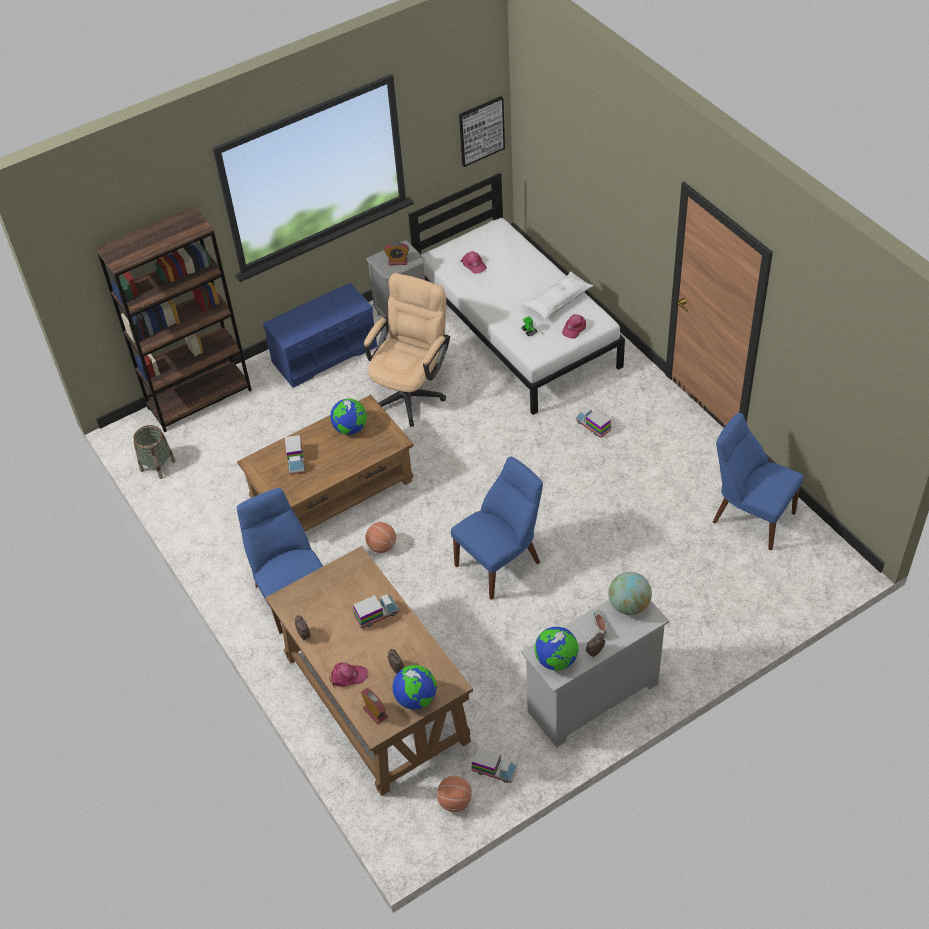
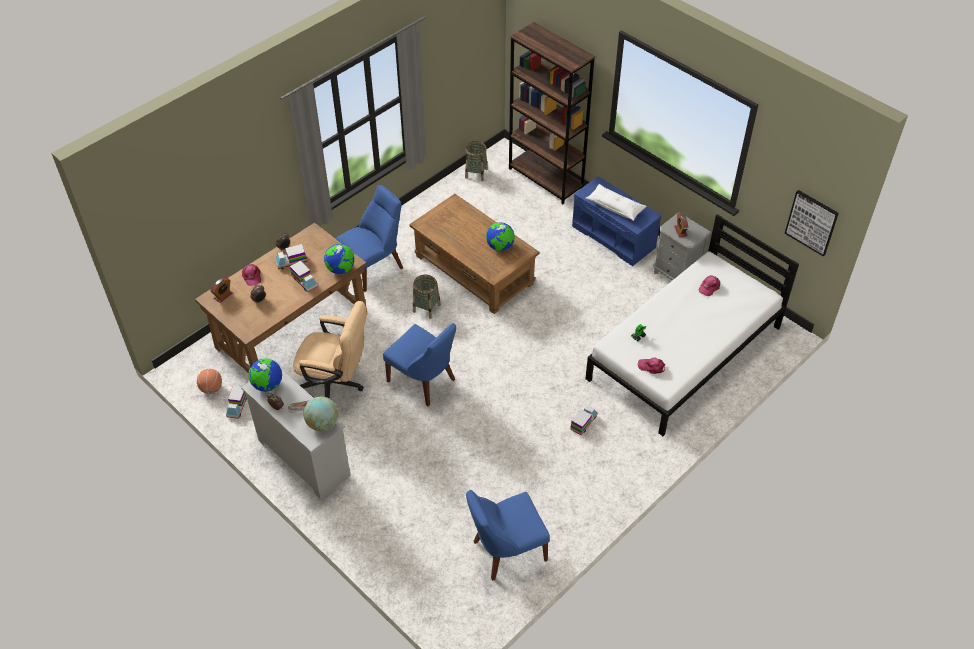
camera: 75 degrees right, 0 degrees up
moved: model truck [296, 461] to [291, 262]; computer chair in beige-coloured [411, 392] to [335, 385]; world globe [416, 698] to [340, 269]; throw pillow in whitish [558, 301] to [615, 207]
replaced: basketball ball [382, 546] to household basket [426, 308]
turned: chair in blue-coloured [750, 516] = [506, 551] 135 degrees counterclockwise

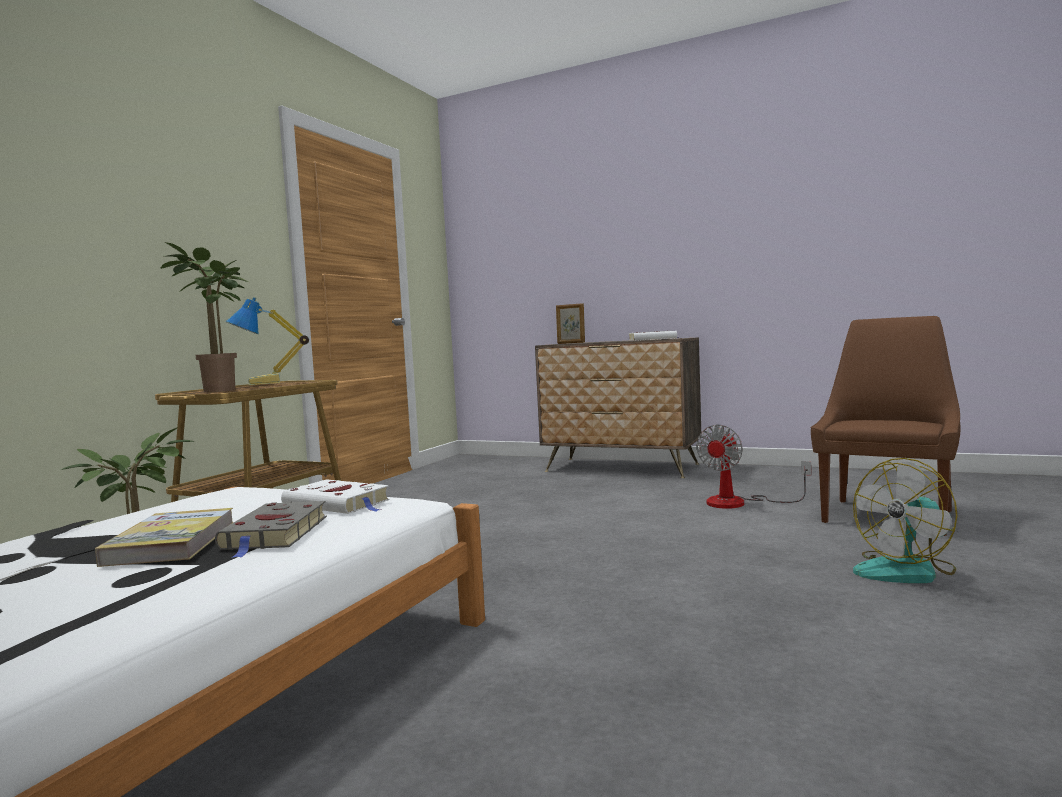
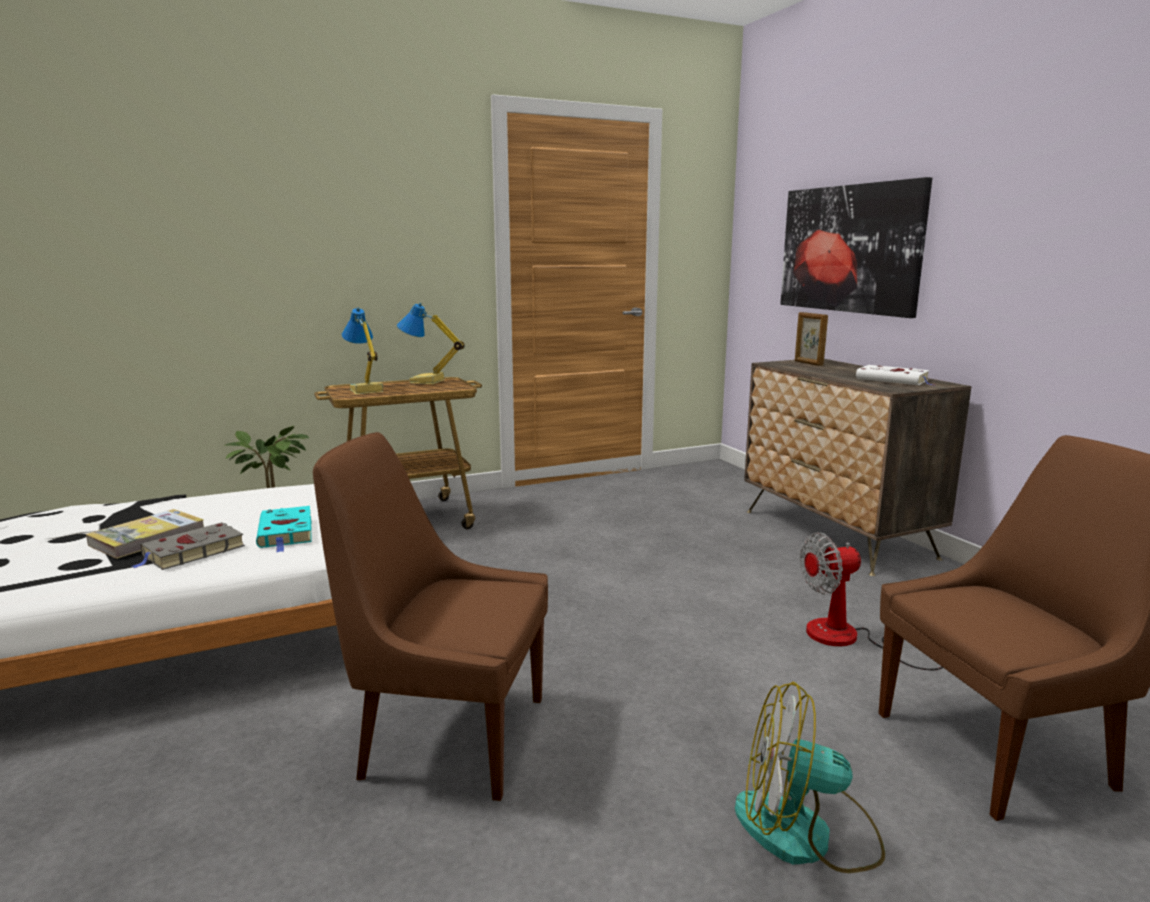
camera: 40 degrees right, 10 degrees up
added: chair in brown [447, 736]; picture [849, 249]
replaced: potted plant [220, 391] to lamp for a table [365, 391]
recoloured: book in whitish [339, 504] to book in turquoise-coloured [286, 533]

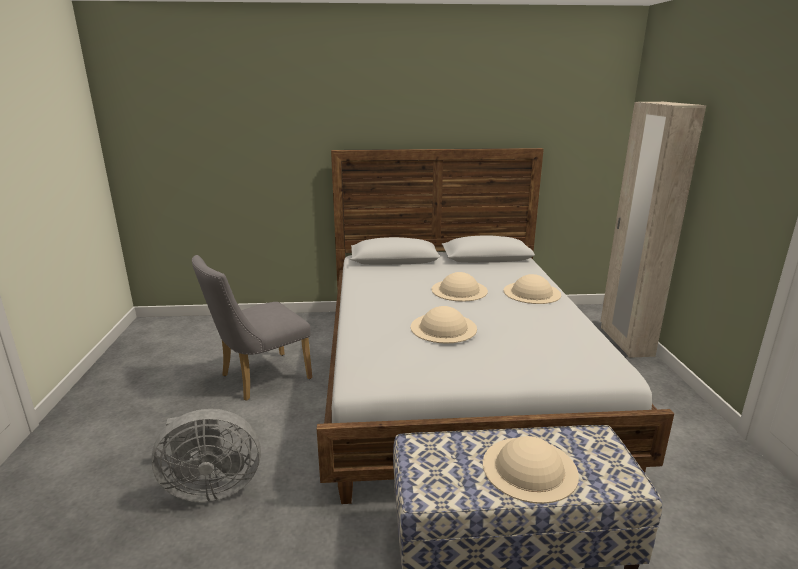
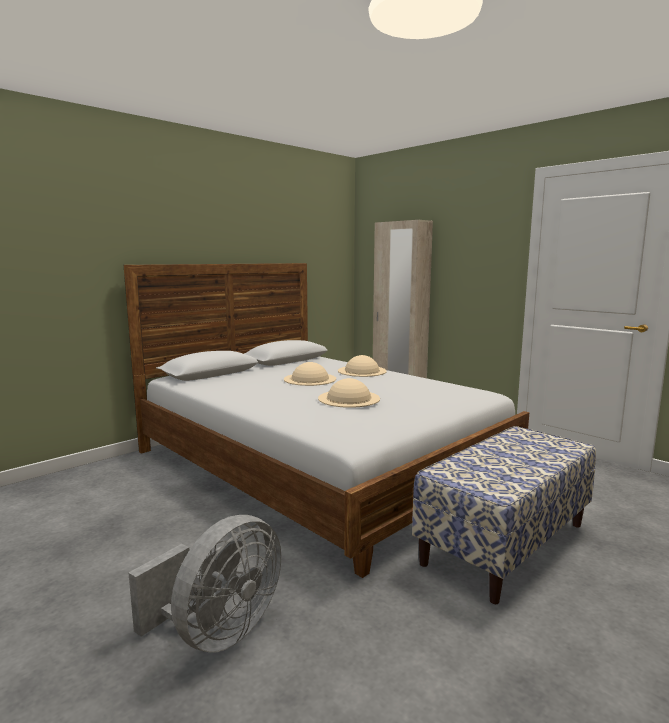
camera: 40 degrees left, 10 degrees down
removed: chair in grey [259, 378]; hat in beige-coloured [529, 468]

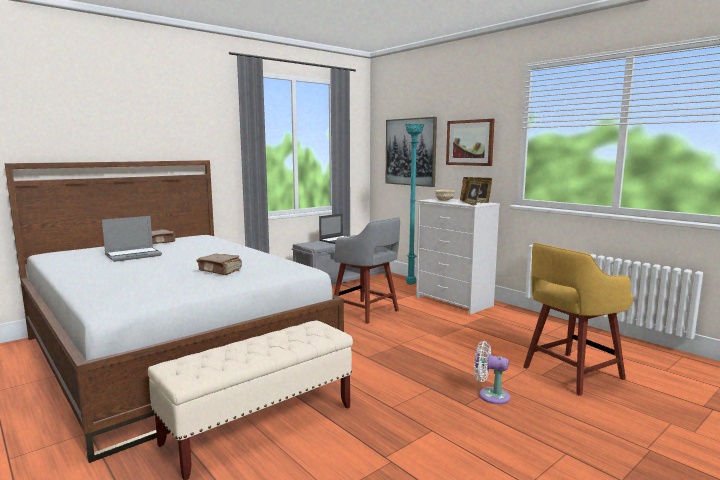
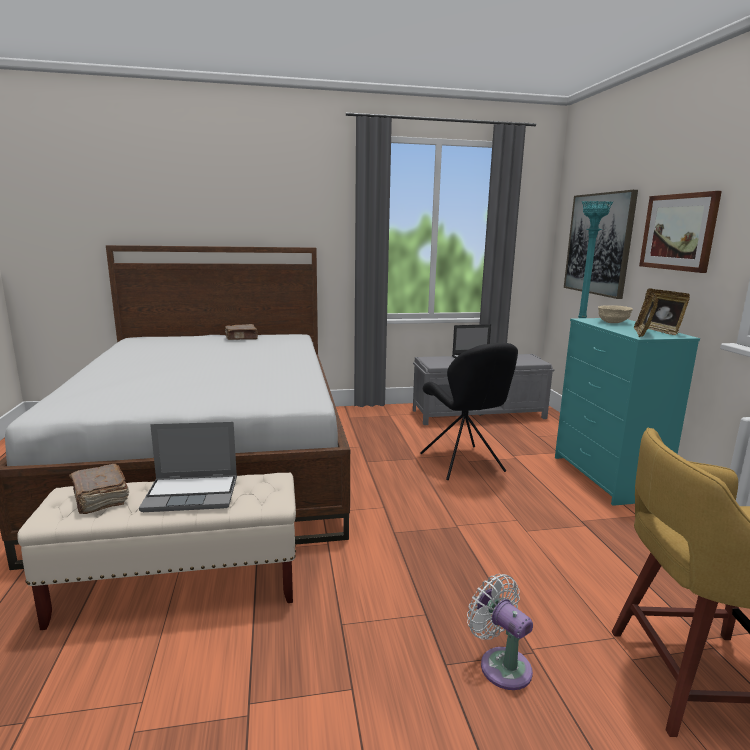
camera: 30 degrees right, 5 degrees up
moved: book in brown [220, 271] to [100, 498]; notebook computer [134, 255] to [193, 494]
replaced: stool seat in grey [366, 312] to chair in black [463, 464]
recoloured: chest of drawers in whitish [454, 301] to chest of drawers in turquoise-coloured [607, 478]

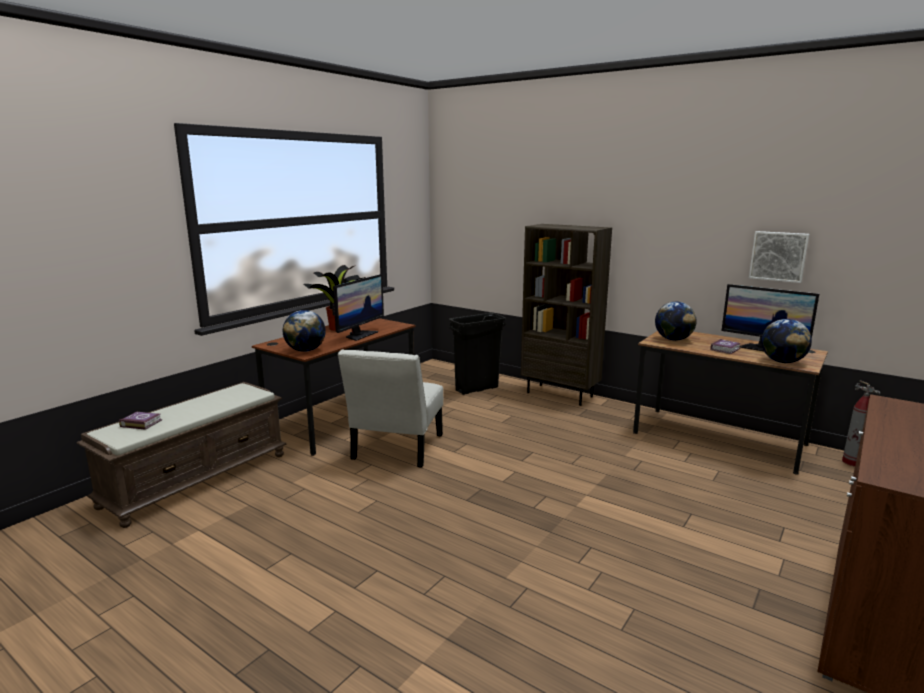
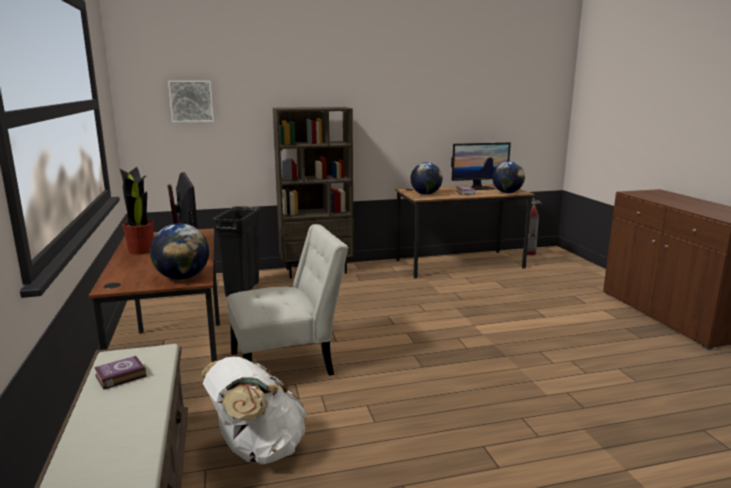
camera: 50 degrees left, 0 degrees up
added: knapsack in whitish [257, 450]
moved: book [141, 423] to [119, 376]; picture [778, 256] to [191, 101]
turned: chair in whitish [396, 449] = [288, 362] 75 degrees counterclockwise

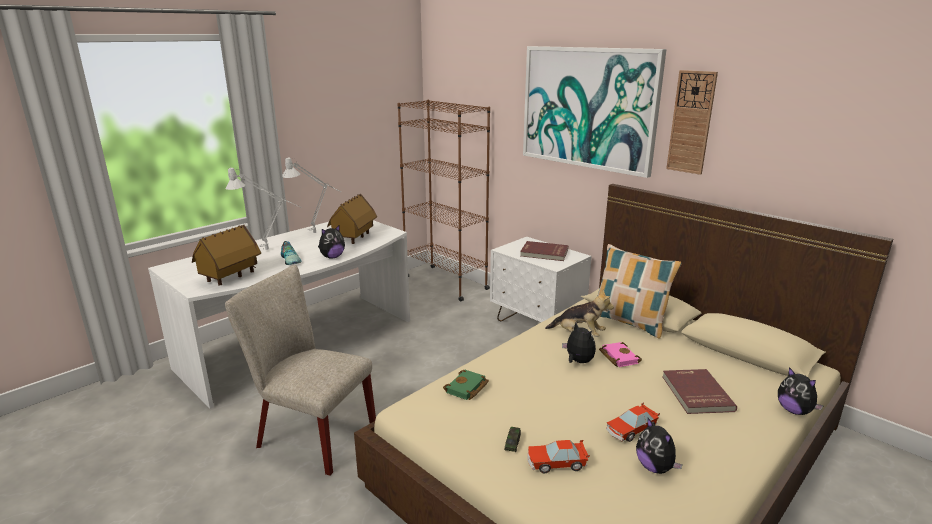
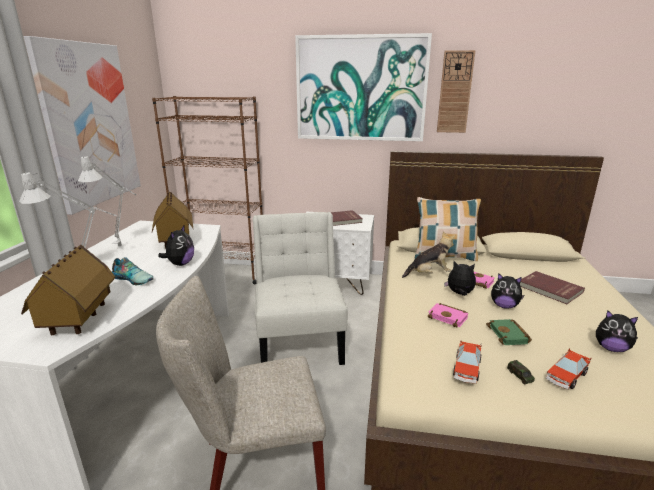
camera: 35 degrees left, 0 degrees up
added: picture [89, 125]; chair in whitish [299, 339]; book in pink-coloured [449, 317]
moved: miniature car [631, 430] to [466, 369]; book in green [467, 389] to [509, 335]; soft toy [794, 410] to [504, 306]

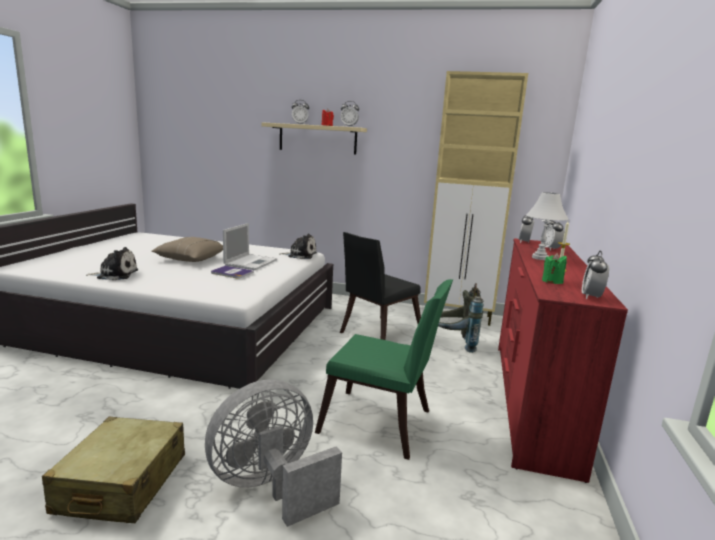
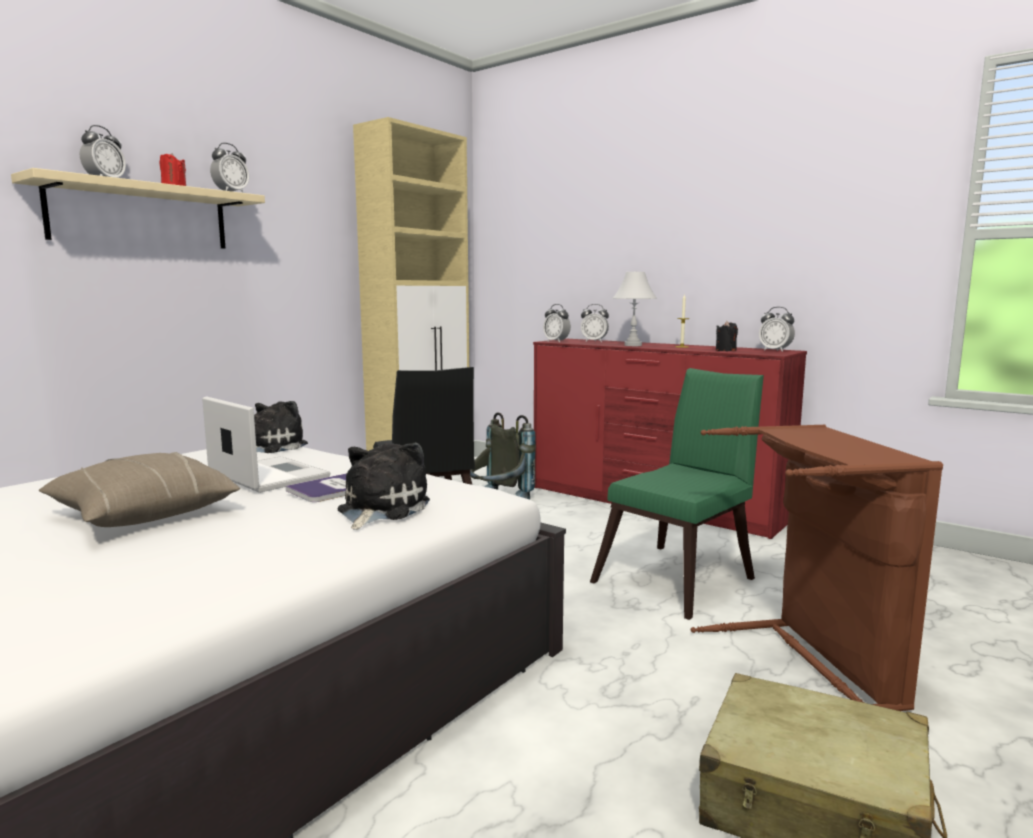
camera: 65 degrees left, 5 degrees down
moved: soft toy [115, 275] to [380, 509]
replaced: cooling fan in grey [271, 487] to hamper in brown [811, 666]
recoloured: candle in green [552, 281] to candle in black [725, 350]

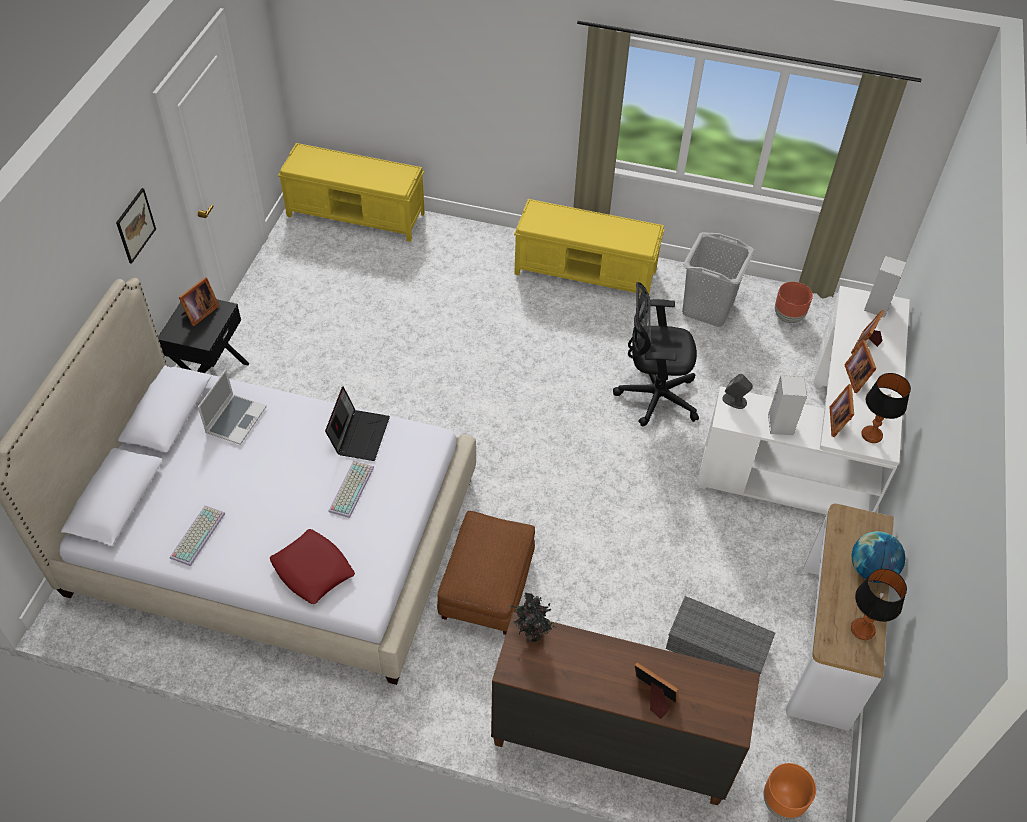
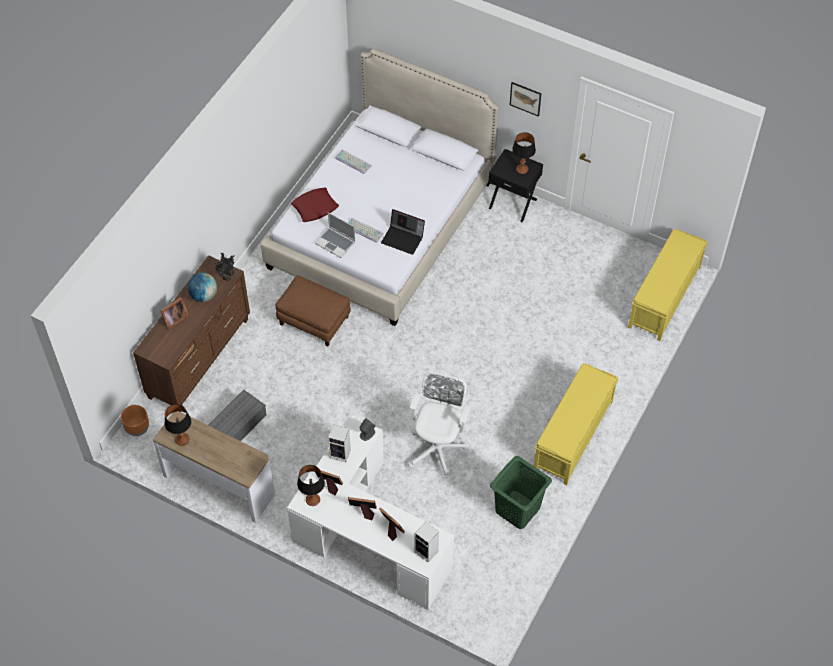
camera: 105 degrees right, 5 degrees up
removed: flower pot in brown [788, 317]
moved: world globe [871, 570] to [204, 295]; notebook computer [236, 419] to [336, 243]
replaced: photo frame [199, 313] to lamp for a table [522, 169]
recoloured: computer chair in black [653, 396] to computer chair in whitish [437, 447]; hamper in grey [708, 308] to hamper in green [517, 510]

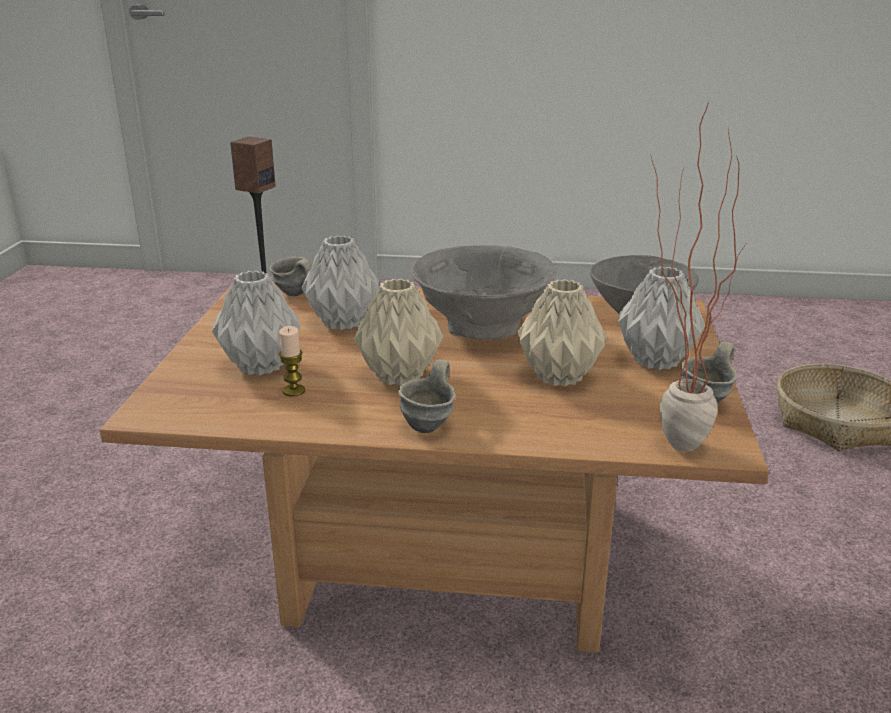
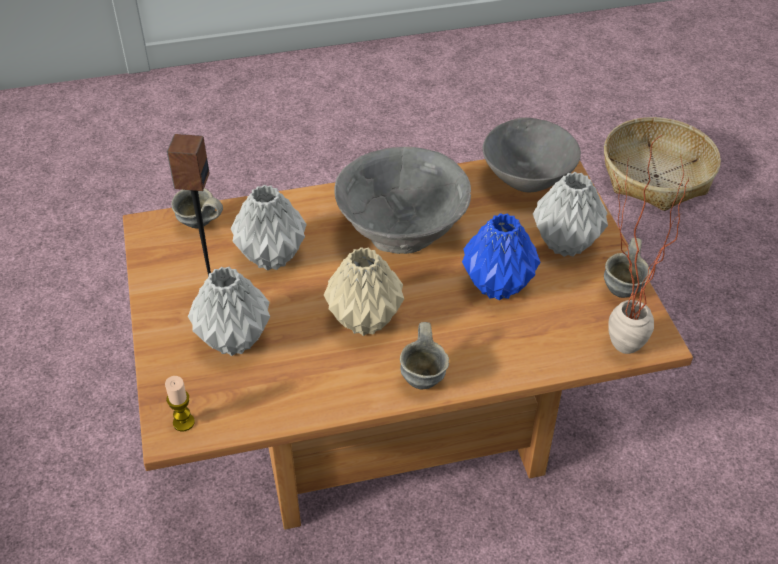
camera: 20 degrees left, 20 degrees up
moved: candle [294, 391] to [183, 422]
recoloured: decorative vase in beige-coloured [559, 376] to decorative vase in blue-coloured [497, 285]

